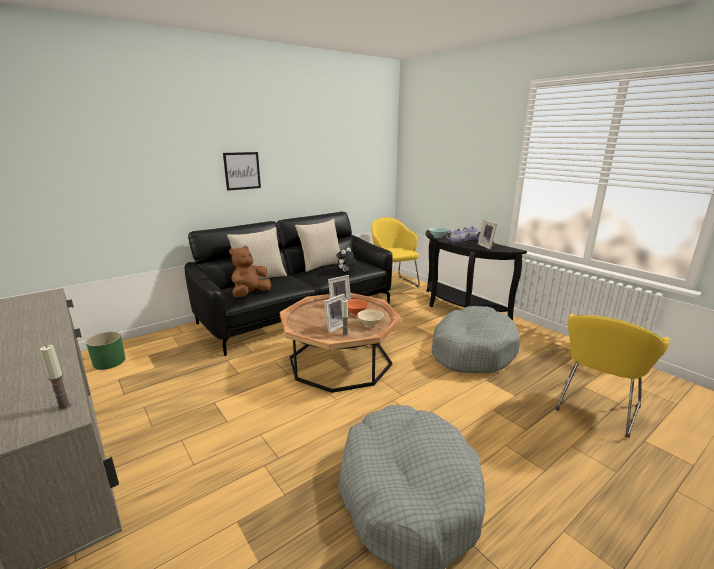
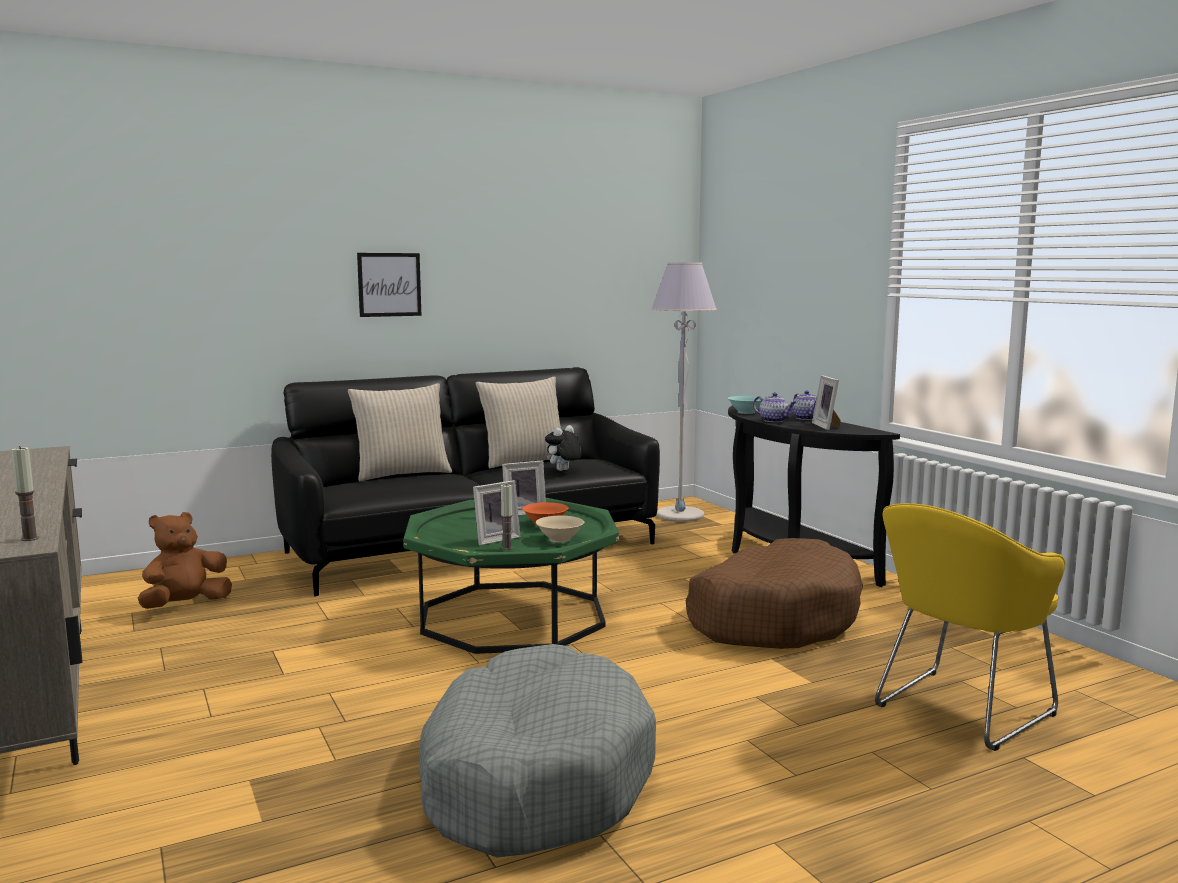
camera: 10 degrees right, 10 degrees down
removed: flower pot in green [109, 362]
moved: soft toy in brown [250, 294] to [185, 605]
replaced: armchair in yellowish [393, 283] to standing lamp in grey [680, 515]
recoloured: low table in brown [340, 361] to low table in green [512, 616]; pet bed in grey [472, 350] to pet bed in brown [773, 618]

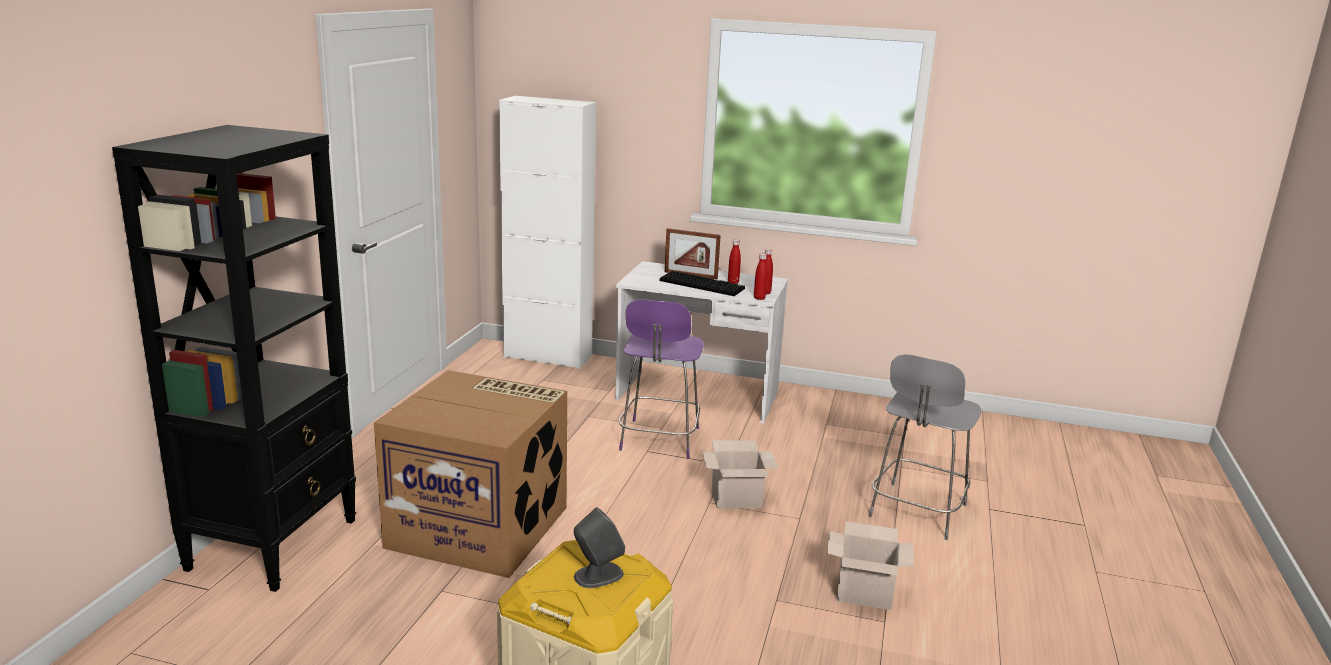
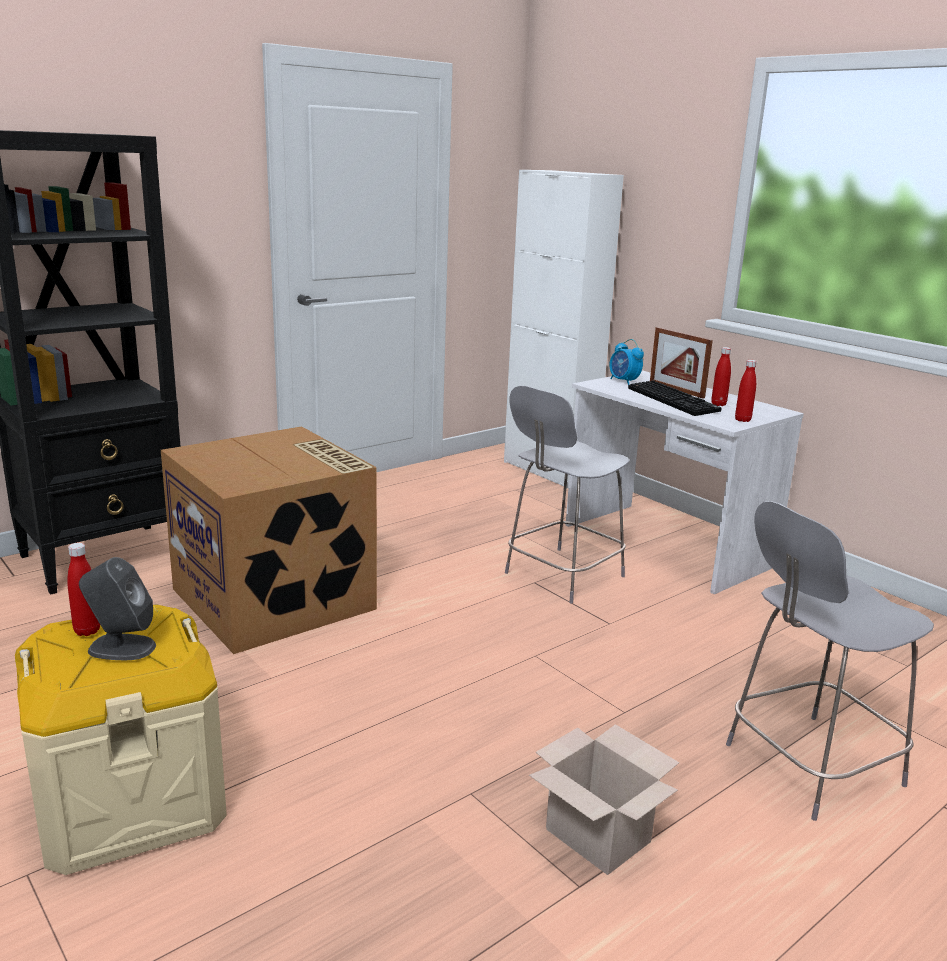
camera: 35 degrees right, 0 degrees up
removed: packing box [735, 499]
added: bedside clock [624, 381]
moved: beverage bottle in reddish [759, 298] to [87, 631]
recoloured: chair in purple-coloured [659, 440] to chair in grey [561, 576]

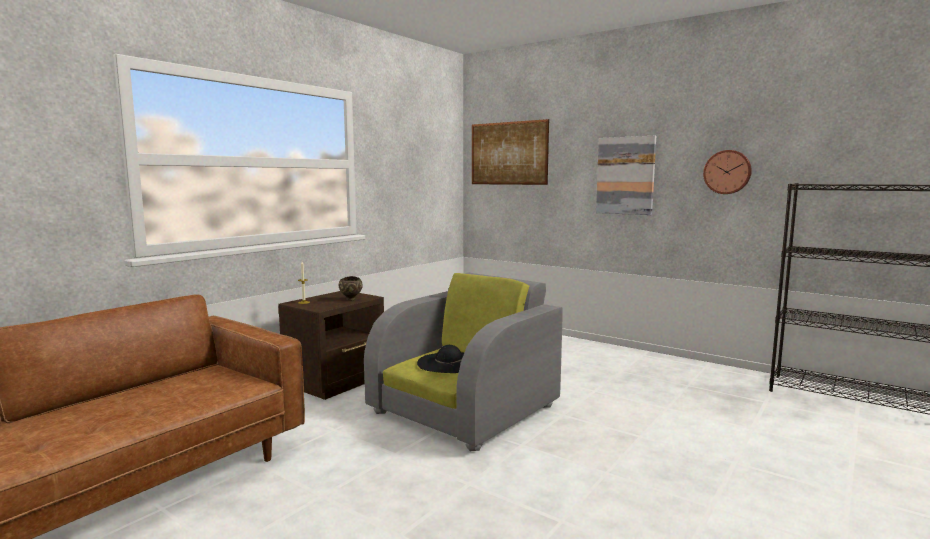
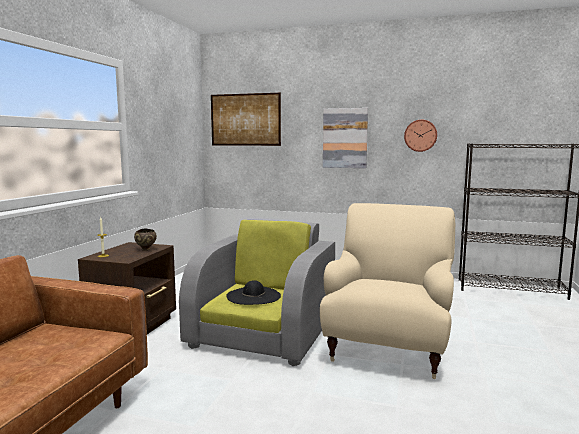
camera: 20 degrees left, 0 degrees up
added: armchair in beige-coloured [389, 349]

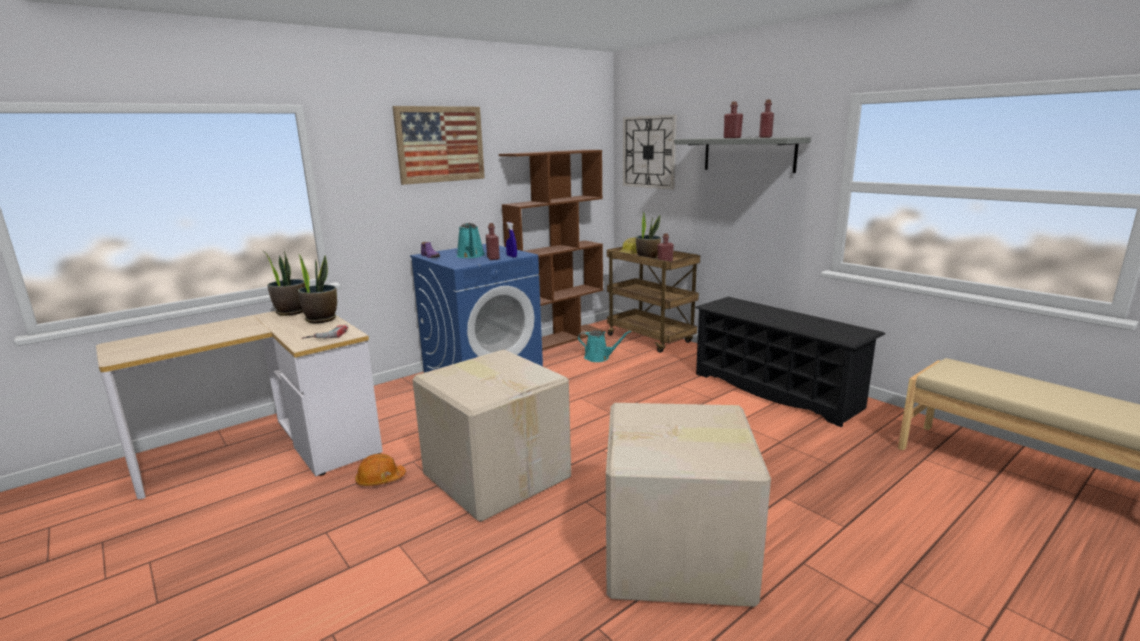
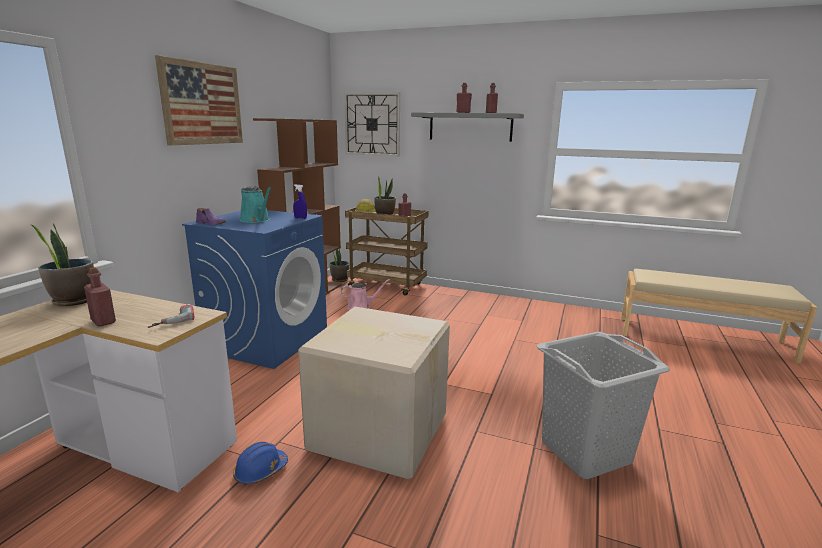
camera: 30 degrees left, 0 degrees up
removed: shoe shelf in black [776, 390]
moved: beverage bottle in reddish [493, 258] to [103, 321]; potted plant [321, 319] to [339, 280]
replaced: packing box [679, 556] to hamper in grey [586, 452]
recoloured: work helmet in orange [380, 479] to work helmet in blue-coloured [260, 471]; sprinkling can in turquoise-coloured [599, 358] to sprinkling can in pink-coloured [361, 307]

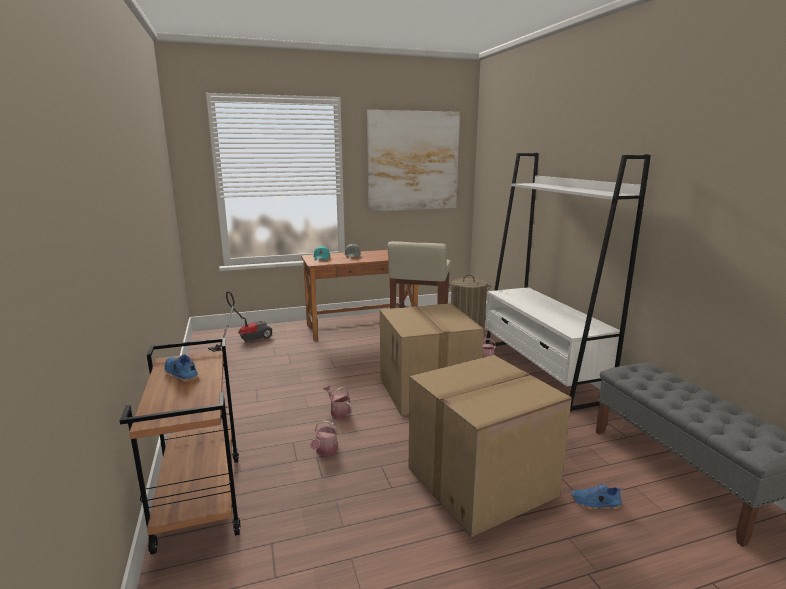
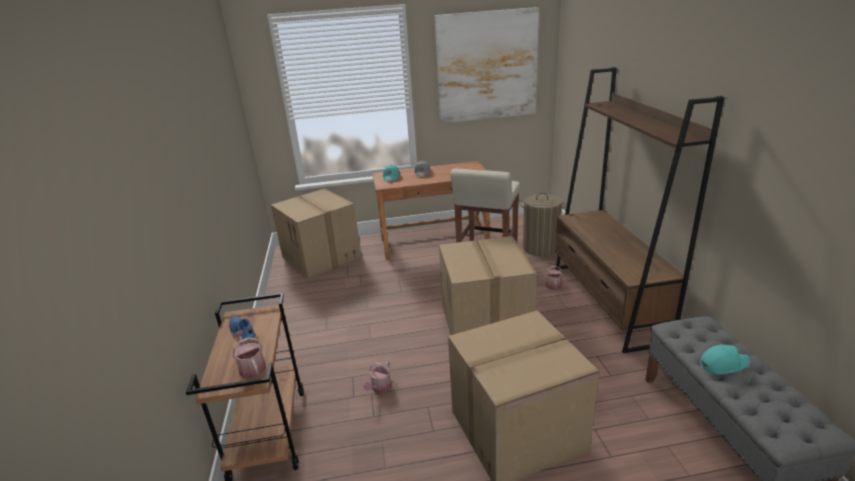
camera: 10 degrees right, 10 degrees up
removed: item of footwear in blue-coloured [595, 504]
added: peaked cap in turquoise-coloured [723, 364]
moved: sprinkling can [338, 412] to [251, 367]
replaced: hoover [246, 340] to packing box [323, 257]
recoloured: shelving unit in whitish [541, 371] to shelving unit in brown [607, 302]

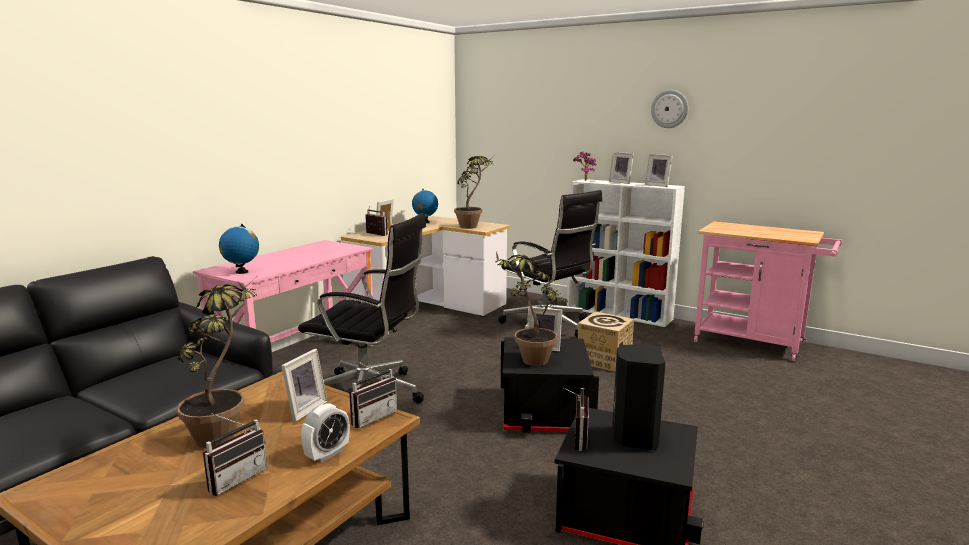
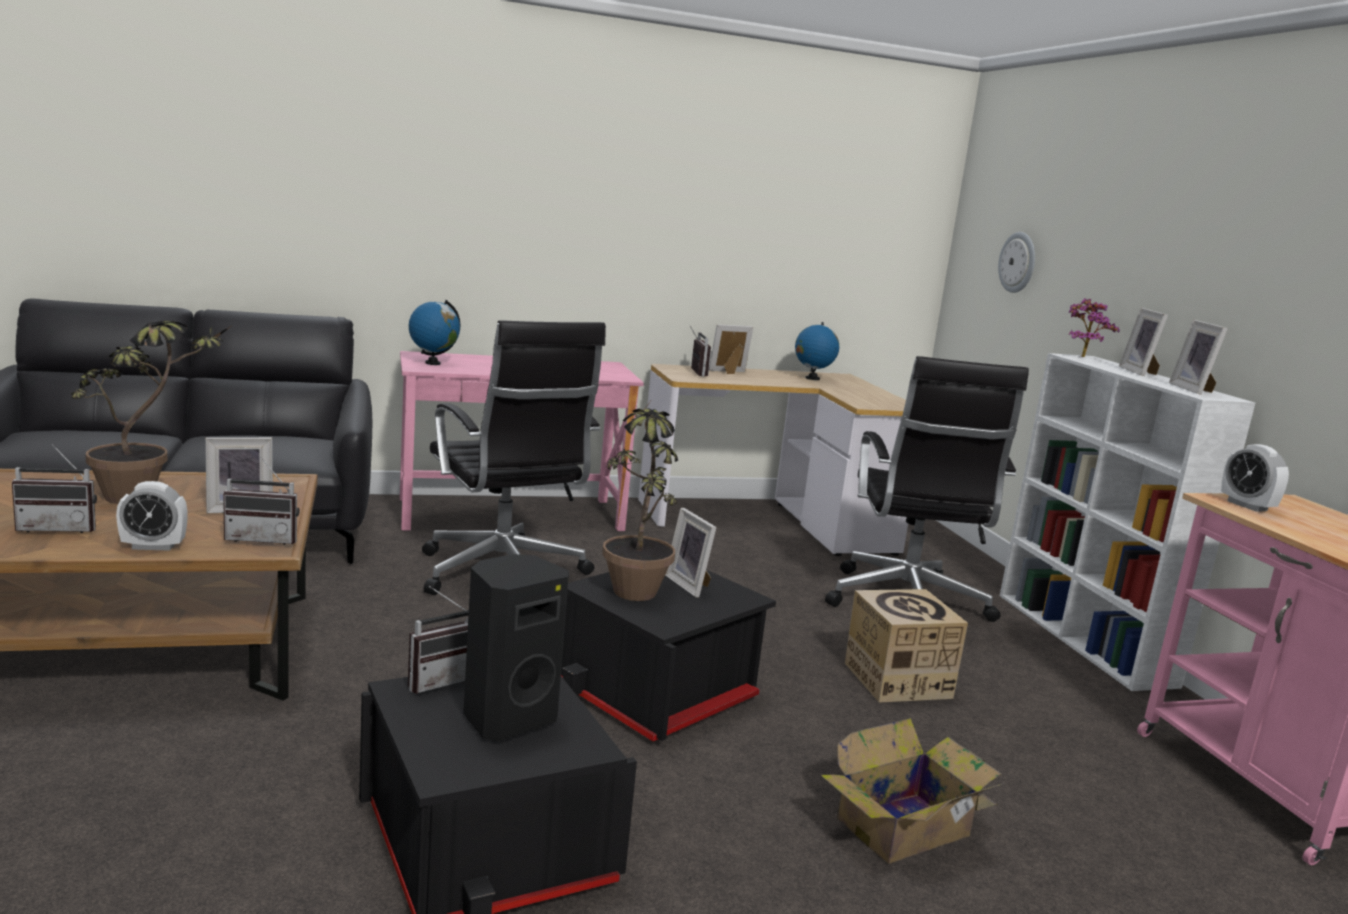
camera: 40 degrees right, 0 degrees up
removed: potted plant [472, 226]
added: packing box [908, 827]; bedside clock [1247, 506]
moved: hanging clock [669, 109] to [1018, 262]

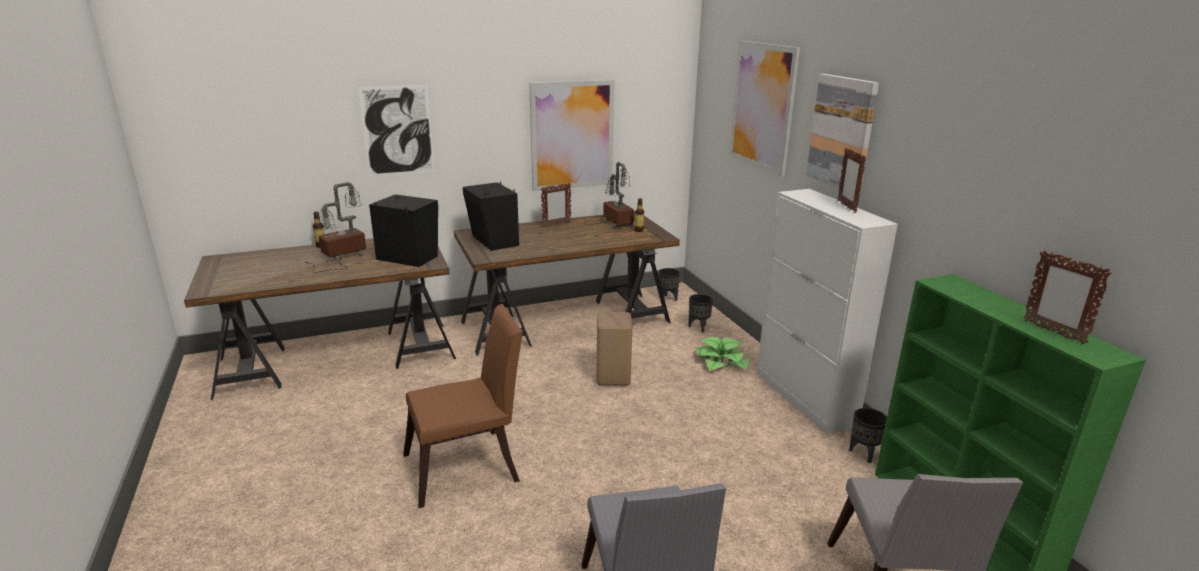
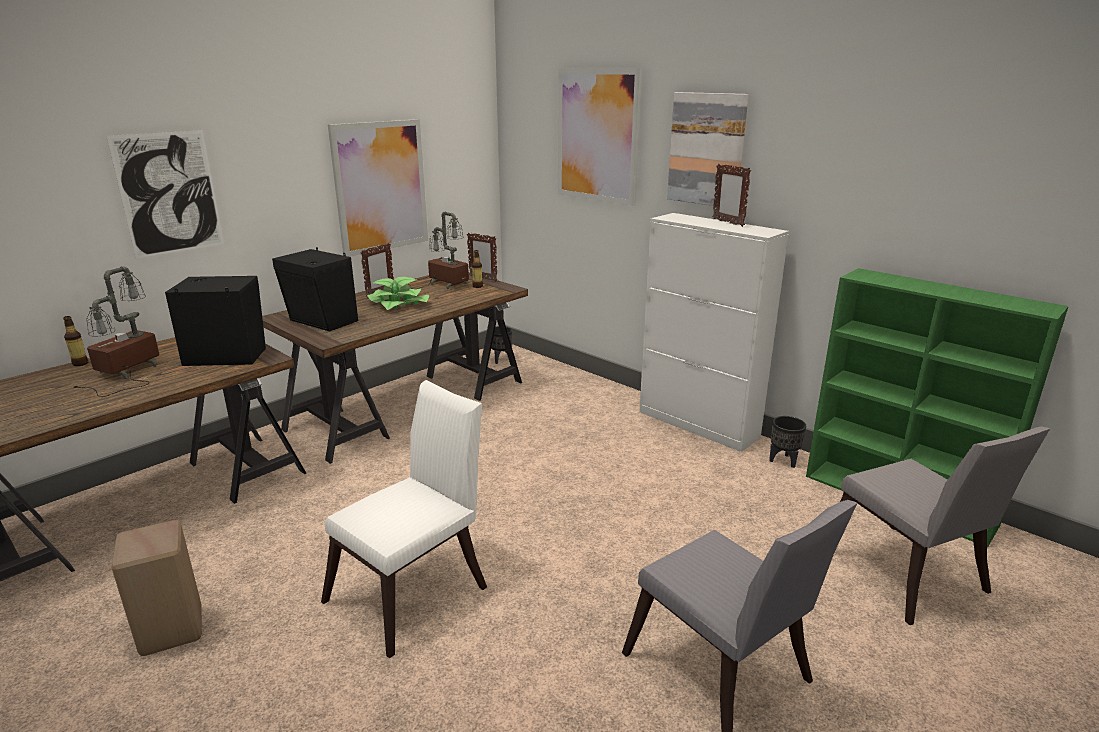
camera: 25 degrees left, 0 degrees up
removed: flower pot in black [699, 327]
moved: stool seat in beige-coloured [612, 378] to [170, 633]; potted plant [721, 362] to [398, 304]; photo frame [1053, 332] to [483, 278]
recoloured: chair in brown [469, 467] to chair in whitish [415, 590]

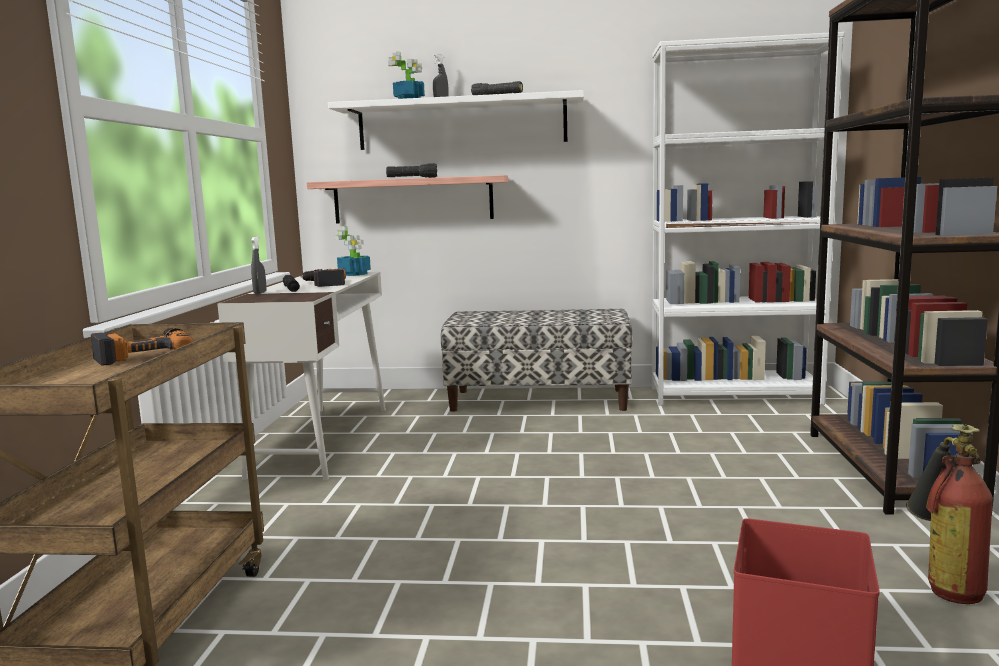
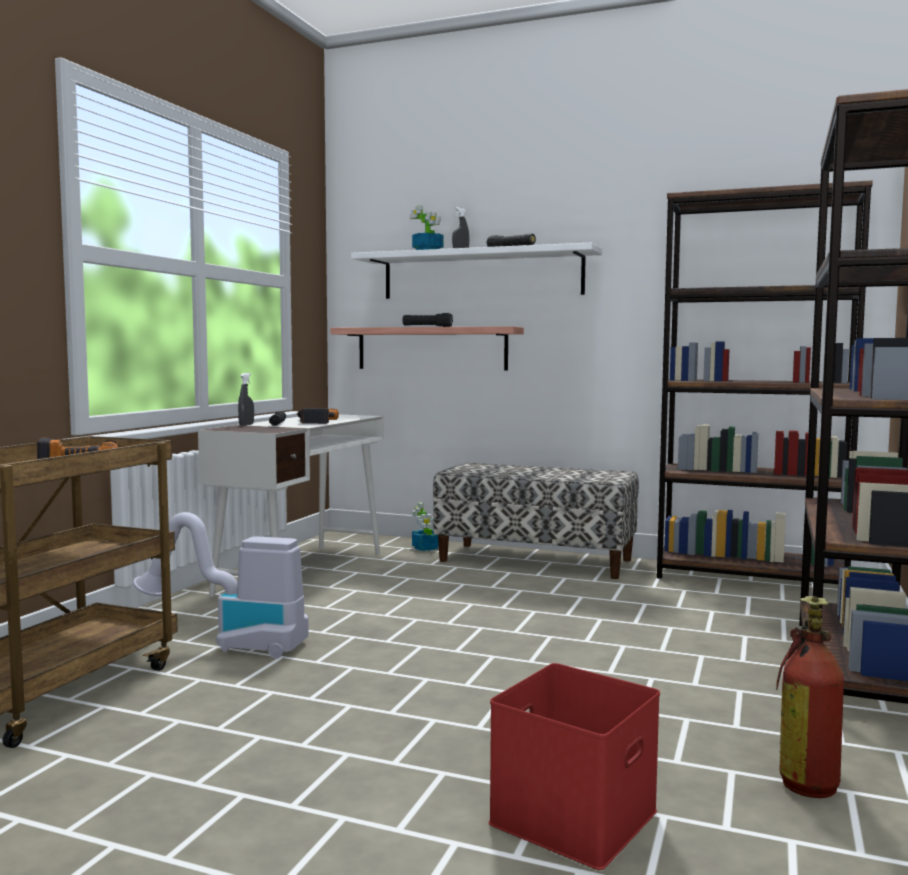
camera: 15 degrees right, 5 degrees down
added: hoover [232, 644]
moved: potted plant [354, 274] to [426, 548]
recoloured: shelving unit in whitish [734, 395] to shelving unit in brown [750, 577]

